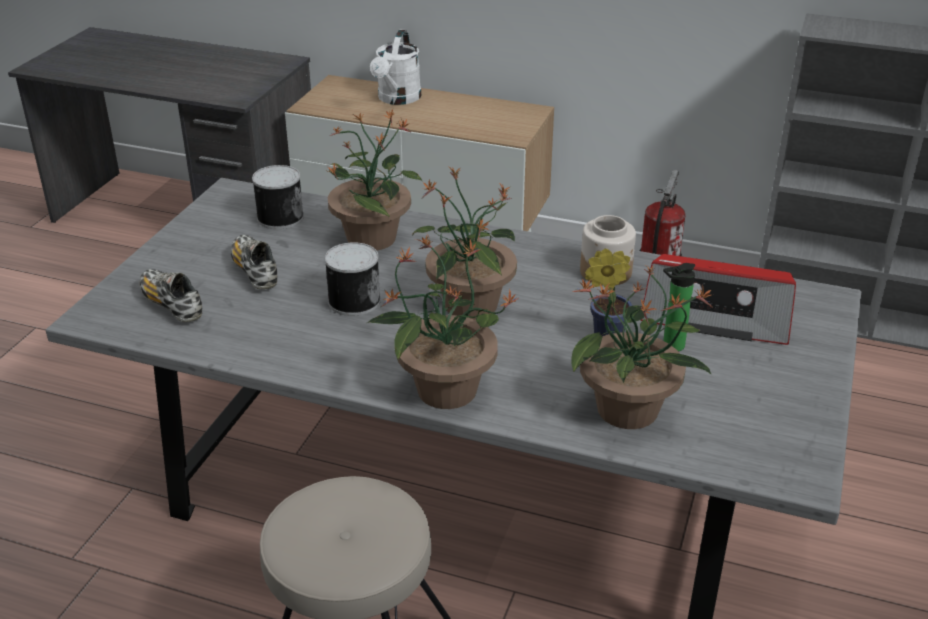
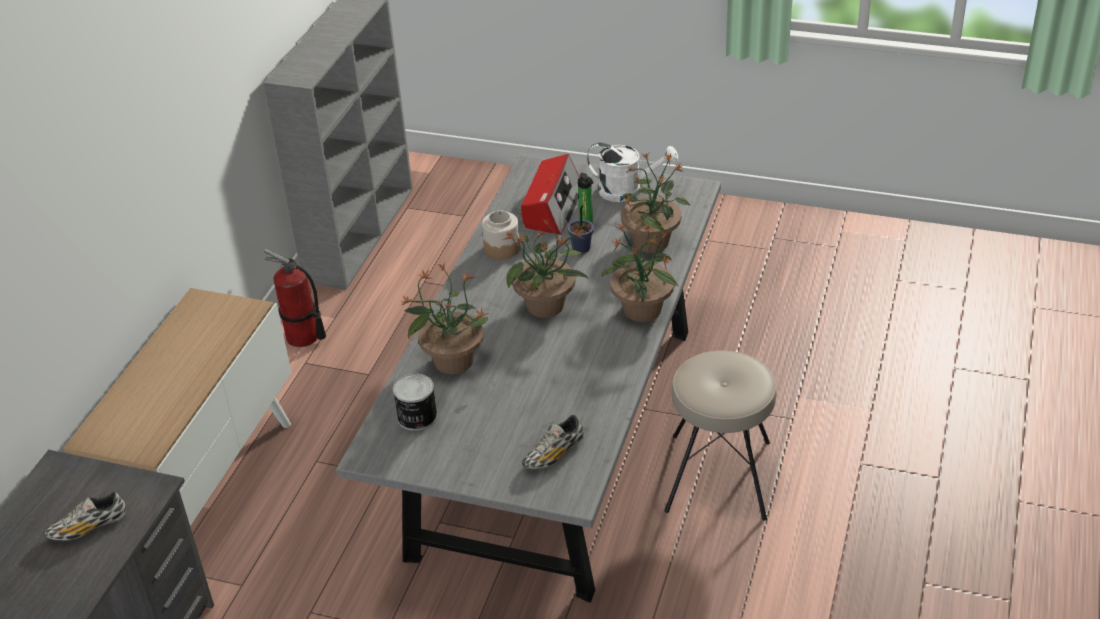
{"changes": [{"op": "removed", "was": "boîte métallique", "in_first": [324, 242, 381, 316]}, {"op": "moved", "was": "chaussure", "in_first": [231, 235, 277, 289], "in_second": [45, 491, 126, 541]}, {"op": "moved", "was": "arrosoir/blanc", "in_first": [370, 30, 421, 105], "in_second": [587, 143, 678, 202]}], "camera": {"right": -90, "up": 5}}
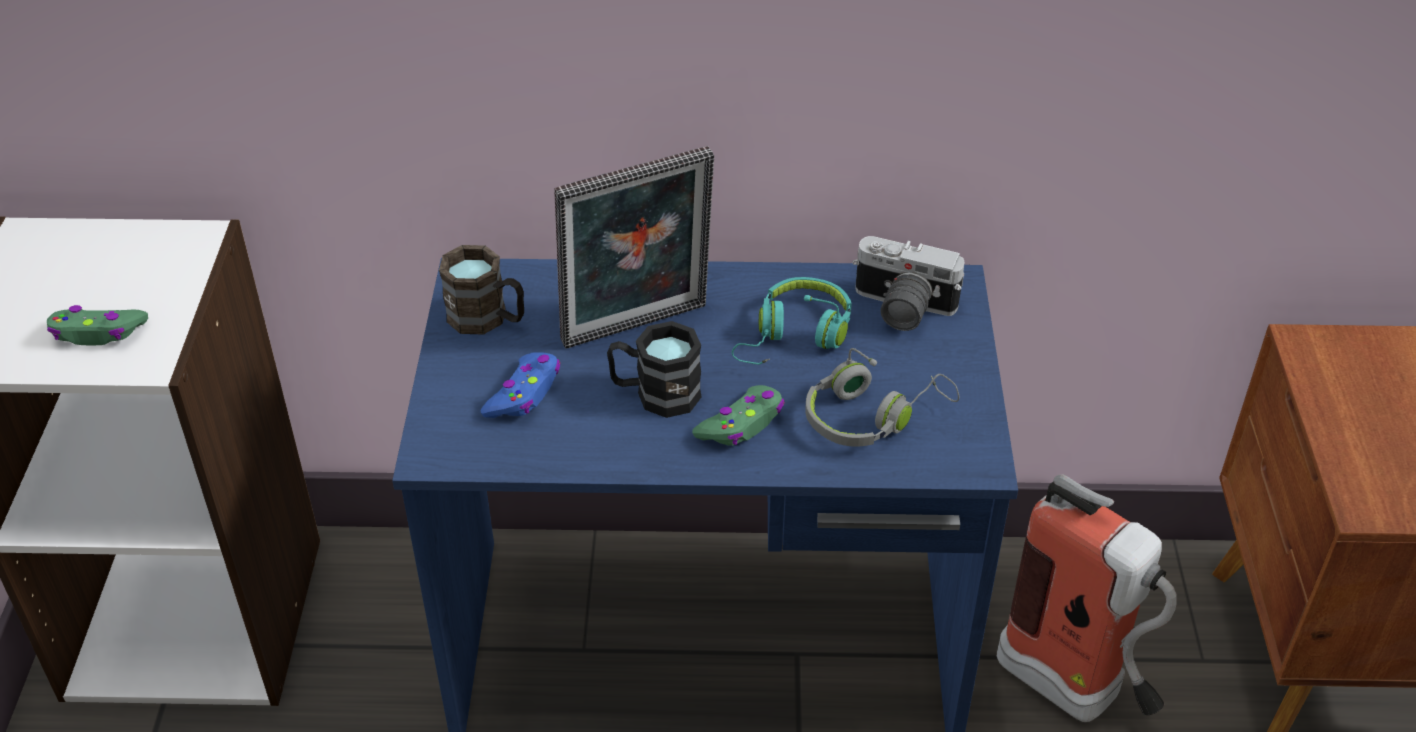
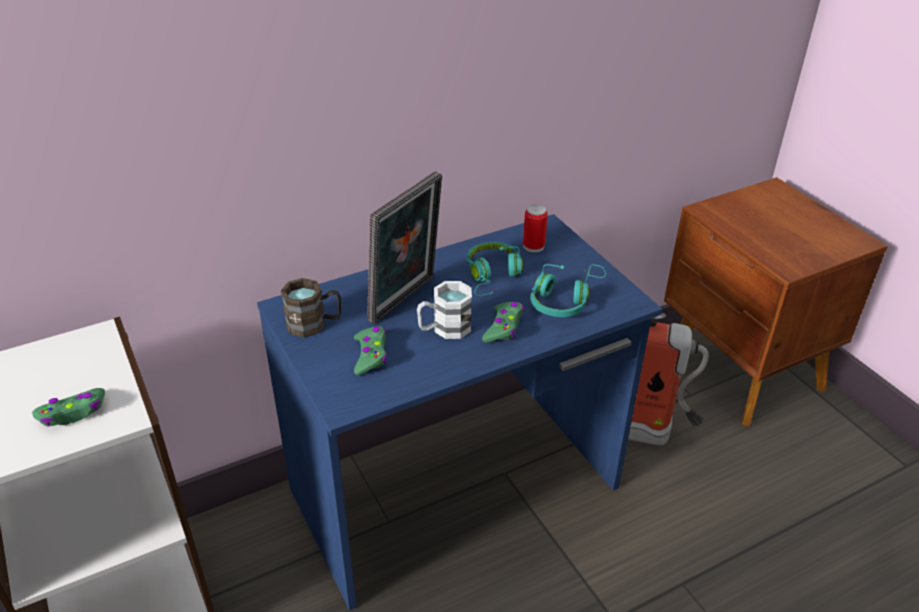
{"changes": [{"op": "replaced", "was": "appareil photo", "now": "boîte métallique", "in_first": [853, 236, 965, 331], "in_second": [523, 204, 548, 252]}, {"op": "recoloured", "was": "manette/bleu", "now": "manette/vert", "in_first": [481, 352, 560, 418], "in_second": [354, 326, 387, 375]}, {"op": "recoloured", "was": "mug/noir", "now": "mug/blanc", "in_first": [607, 321, 702, 418], "in_second": [417, 281, 472, 339]}, {"op": "recoloured", "was": "casque audio/gris", "now": "casque audio/turquoise", "in_first": [805, 348, 959, 447], "in_second": [530, 264, 606, 317]}], "camera": {"right": -30, "up": -5}}
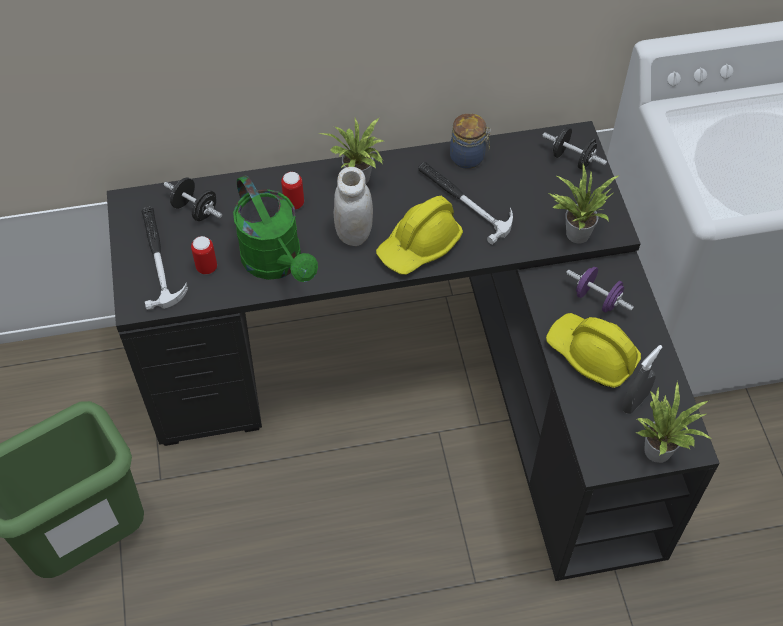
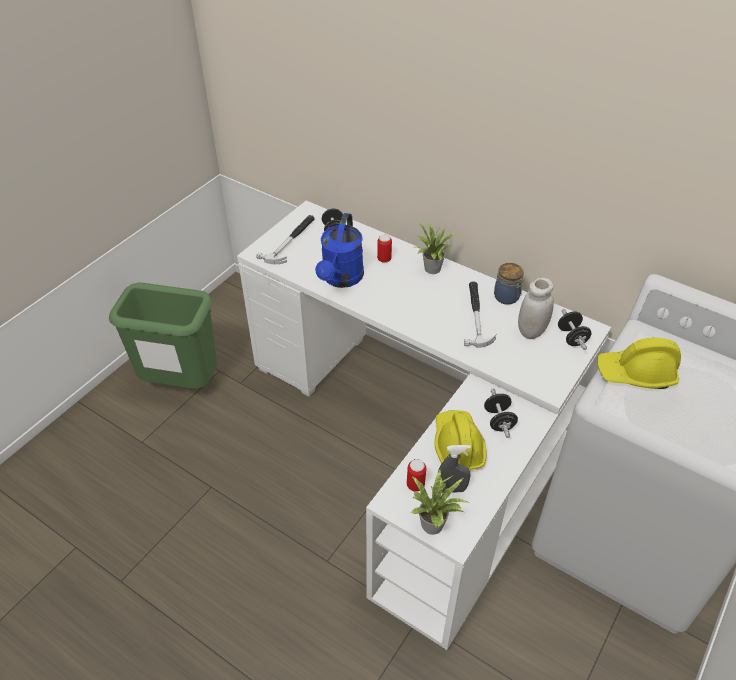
{"changes": [{"op": "removed", "was": "plante en pot", "in_first": [549, 164, 619, 243]}, {"op": "moved", "was": "boîte métallique", "in_first": [191, 236, 217, 274], "in_second": [407, 459, 426, 492]}, {"op": "moved", "was": "bocal/blanc", "in_first": [334, 167, 373, 246], "in_second": [518, 278, 554, 339]}, {"op": "moved", "was": "casque de chantier/jaune", "in_first": [376, 196, 463, 275], "in_second": [598, 337, 681, 389]}, {"op": "recoloured", "was": "bureau/noir", "now": "bureau/blanc", "in_first": [107, 121, 720, 581], "in_second": [237, 201, 611, 650]}, {"op": "recoloured", "was": "arrosoir/vert", "now": "arrosoir/bleu", "in_first": [233, 175, 318, 282], "in_second": [315, 213, 364, 288]}, {"op": "recoloured", "was": "haltère/violet", "now": "haltère/noir", "in_first": [566, 267, 634, 312], "in_second": [484, 388, 518, 438]}], "camera": {"right": 45, "up": -10}}
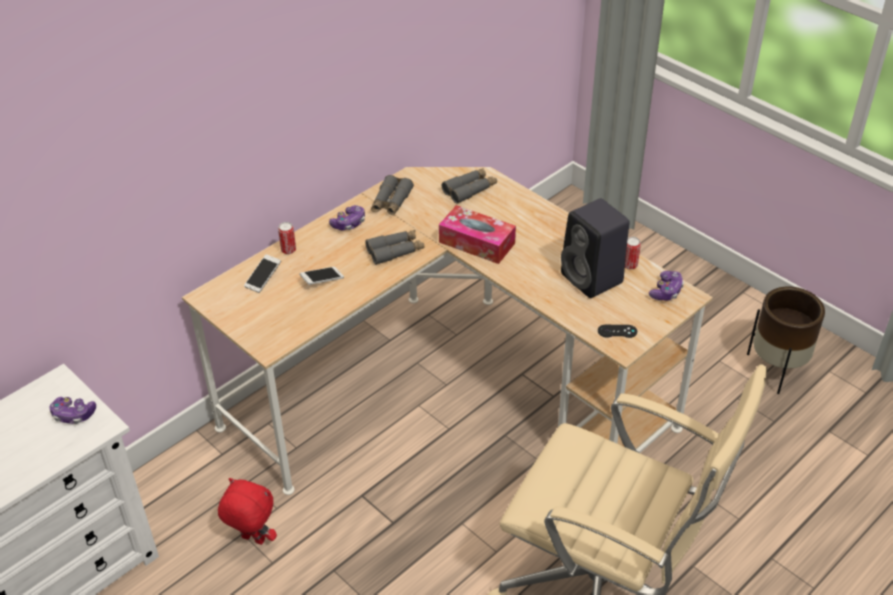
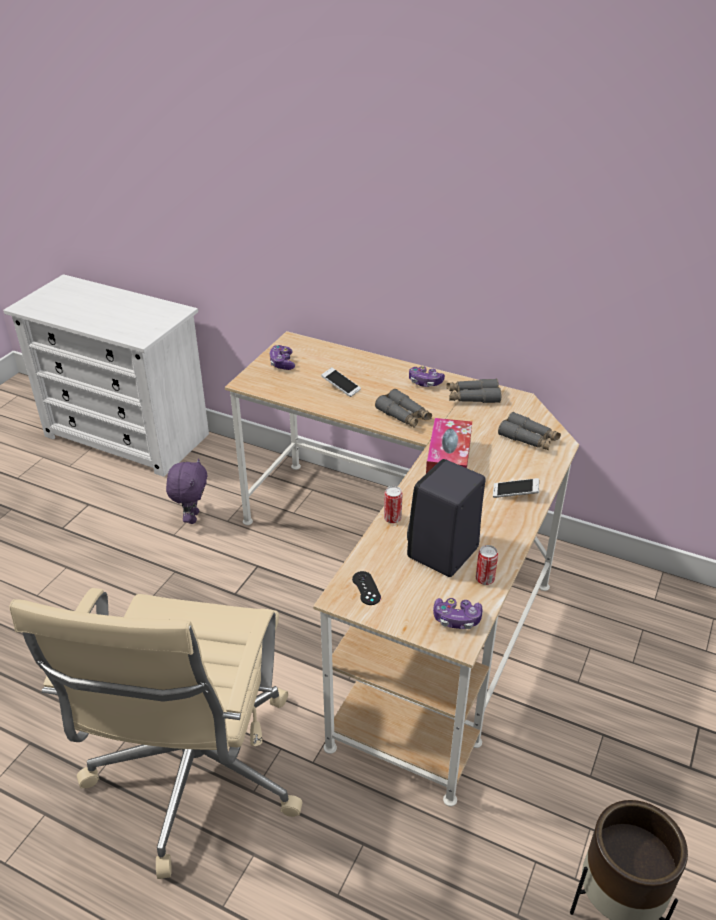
{"changes": [{"op": "moved", "was": "manette", "in_first": [49, 397, 96, 424], "in_second": [269, 345, 295, 370]}, {"op": "moved", "was": "téléphone", "in_first": [244, 254, 281, 293], "in_second": [493, 478, 539, 498]}, {"op": "moved", "was": "boîte métallique", "in_first": [278, 222, 296, 254], "in_second": [384, 486, 403, 524]}, {"op": "recoloured", "was": "peluche/rouge", "now": "peluche/violet", "in_first": [218, 478, 277, 545], "in_second": [166, 458, 208, 524]}], "camera": {"right": 70, "up": -5}}
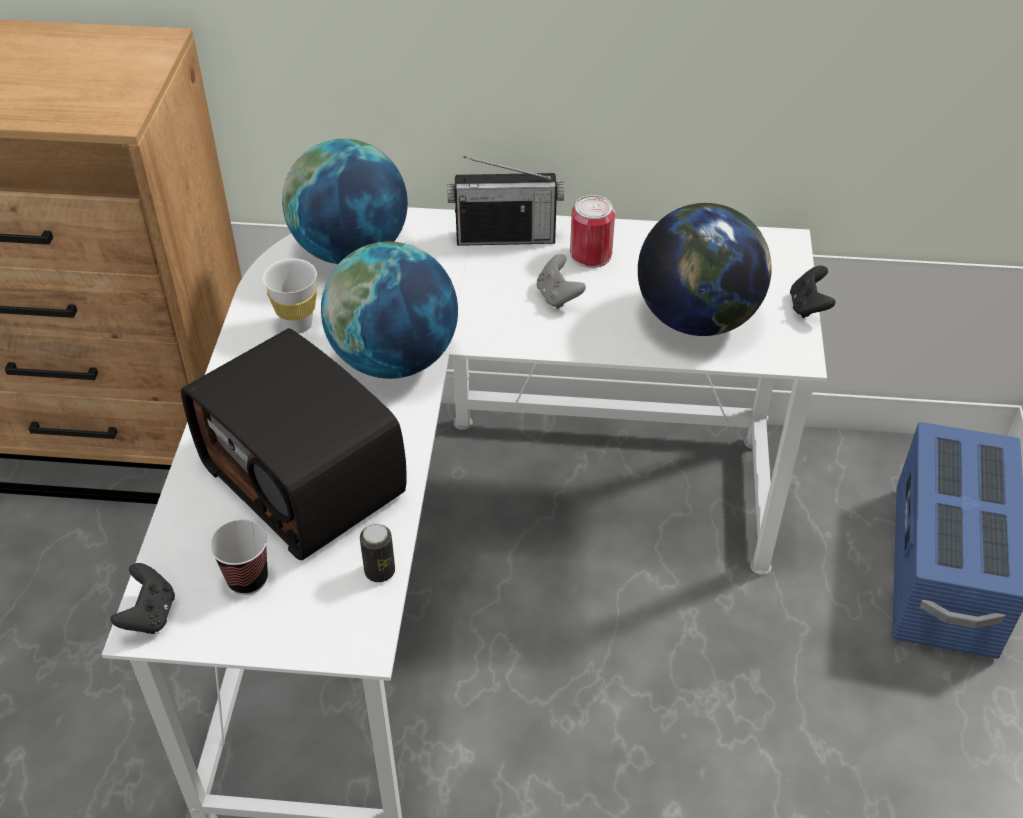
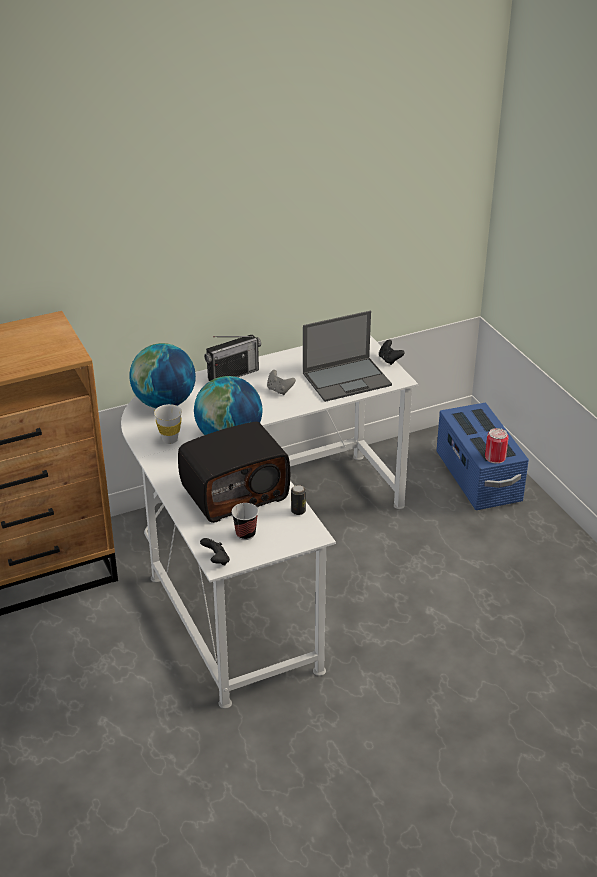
{"changes": [{"op": "moved", "was": "boîte métallique", "in_first": [570, 195, 615, 268], "in_second": [485, 428, 509, 464]}, {"op": "replaced", "was": "globe", "now": "ordinateur portable", "in_first": [638, 203, 772, 336], "in_second": [303, 311, 392, 402]}, {"op": "turned", "was": "radio", "in_first": [181, 328, 407, 560], "in_second": [178, 422, 290, 523], "clockwise": -45}], "camera": {"right": -30, "up": -10}}
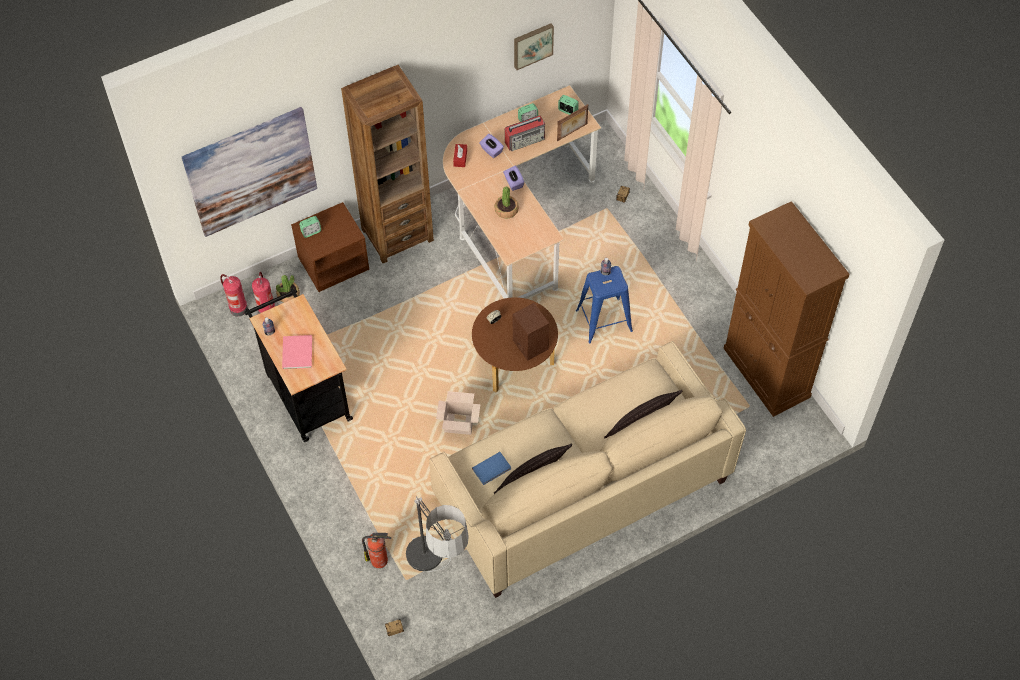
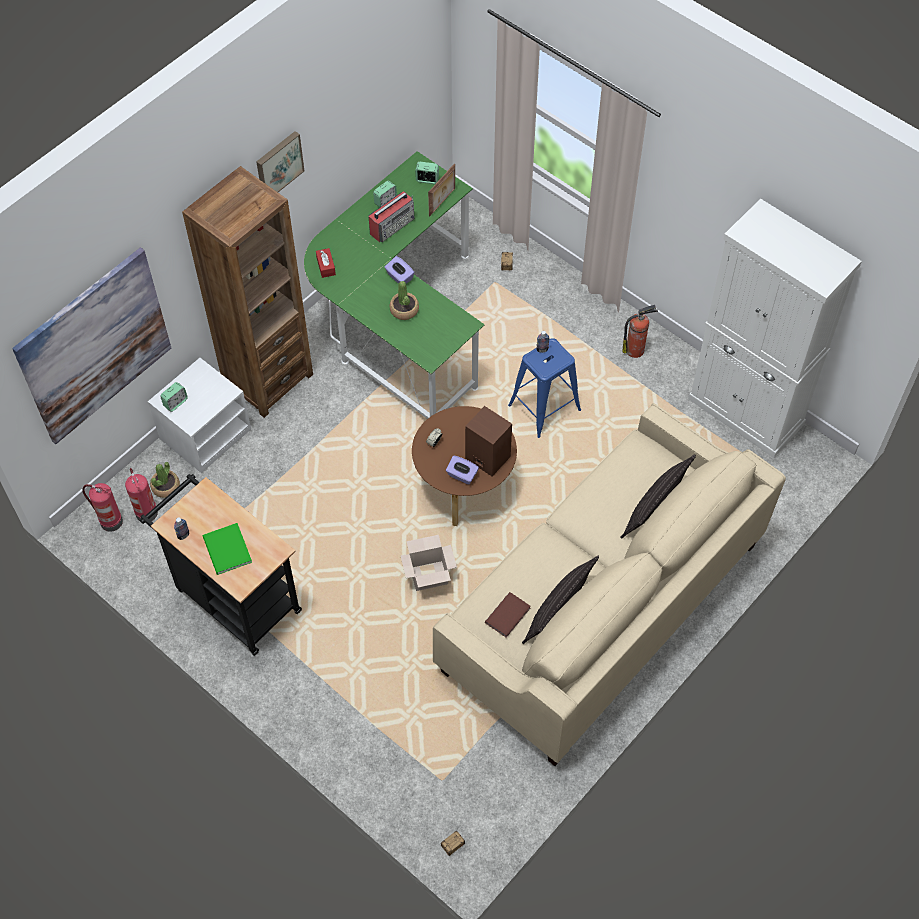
{"changes": [{"op": "removed", "was": "lampadaire", "in_first": [406, 496, 469, 572]}, {"op": "moved", "was": "extincteur", "in_first": [362, 533, 391, 568], "in_second": [622, 305, 658, 358]}, {"op": "moved", "was": "boîte à mouchoirs/violet", "in_first": [479, 134, 504, 158], "in_second": [446, 456, 479, 485]}, {"op": "moved", "was": "tableau", "in_first": [514, 23, 554, 70], "in_second": [256, 131, 304, 192]}, {"op": "recoloured", "was": "livre/rose", "now": "livre/vert", "in_first": [282, 335, 312, 369], "in_second": [203, 523, 252, 575]}, {"op": "recoloured", "was": "table de chevet/marron", "now": "table de chevet/blanc", "in_first": [291, 202, 369, 292], "in_second": [148, 358, 251, 473]}, {"op": "recoloured", "was": "bureau/beige", "now": "bureau/vert", "in_first": [443, 85, 601, 299], "in_second": [304, 151, 485, 419]}, {"op": "recoloured", "was": "livre/bleu", "now": "livre/marron", "in_first": [472, 452, 511, 485], "in_second": [485, 592, 531, 638]}, {"op": "recoloured", "was": "meuble de rangement/marron", "now": "meuble de rangement/blanc", "in_first": [724, 201, 849, 417], "in_second": [688, 199, 862, 458]}], "camera": {"right": -20, "up": 0}}
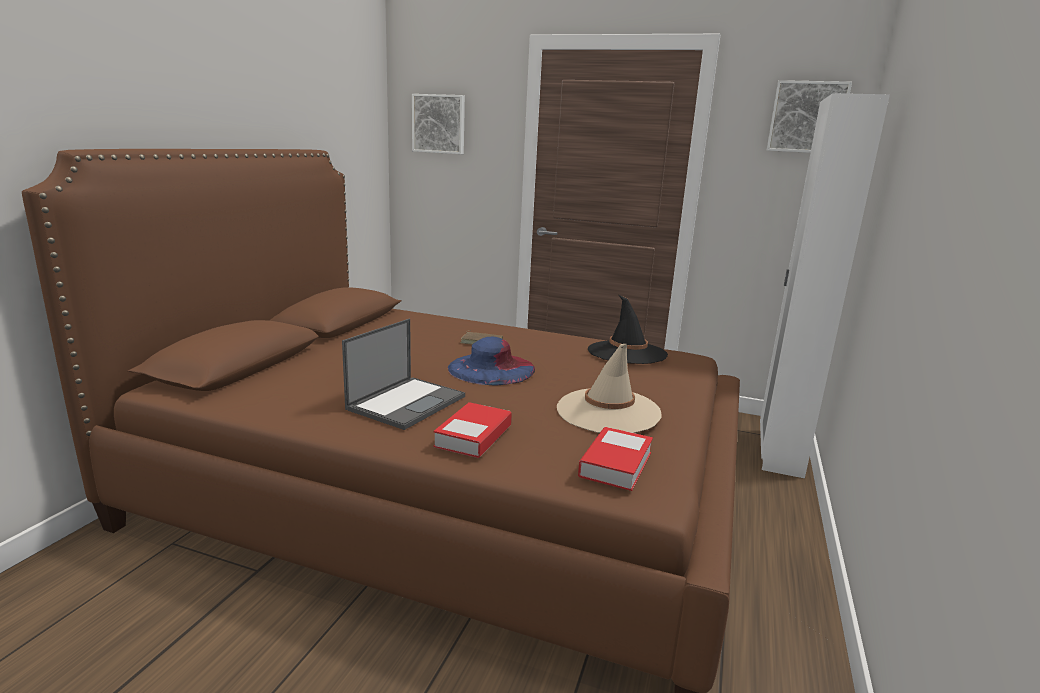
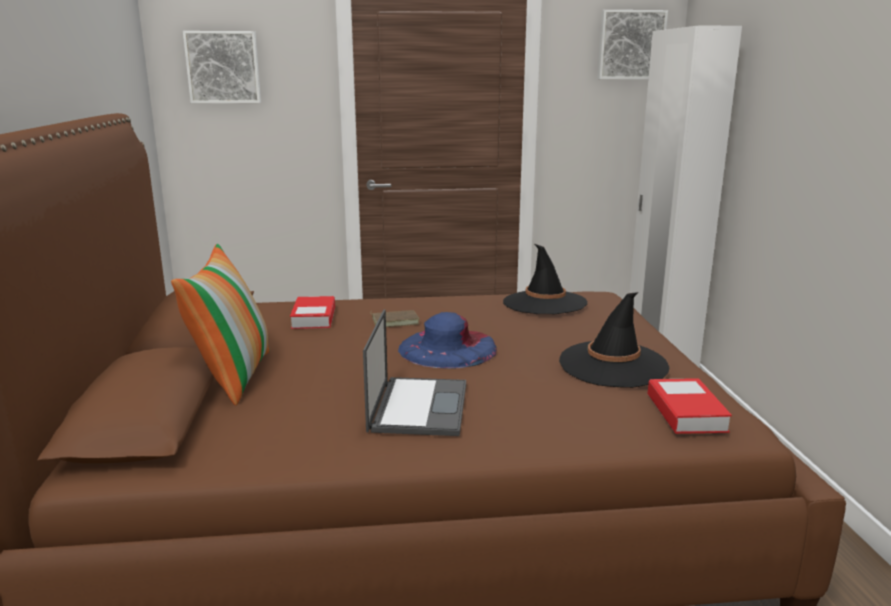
{"changes": [{"op": "added", "now": "coussin", "in_second": [171, 244, 270, 406]}, {"op": "moved", "was": "livre", "in_first": [434, 402, 512, 458], "in_second": [290, 296, 335, 329]}, {"op": "recoloured", "was": "chapeau/beige", "now": "chapeau/noir", "in_first": [557, 344, 662, 433], "in_second": [559, 292, 669, 388]}], "camera": {"right": -25, "up": 0}}
